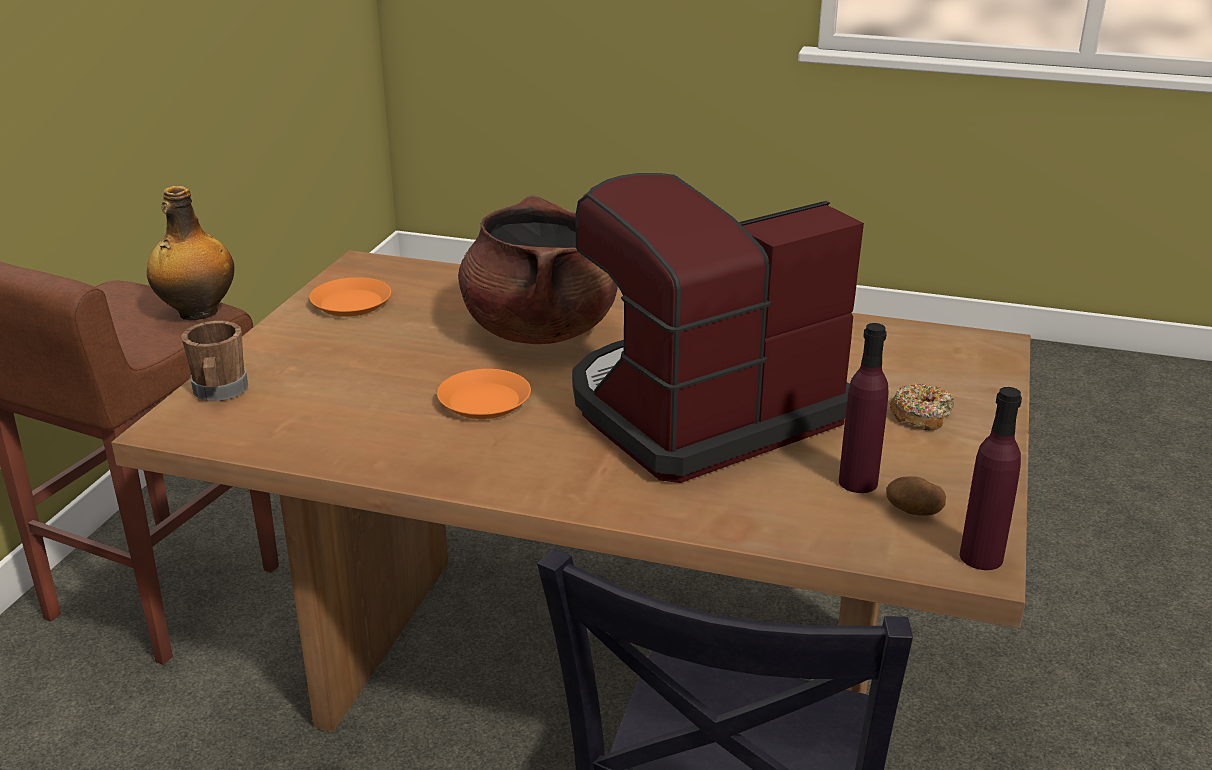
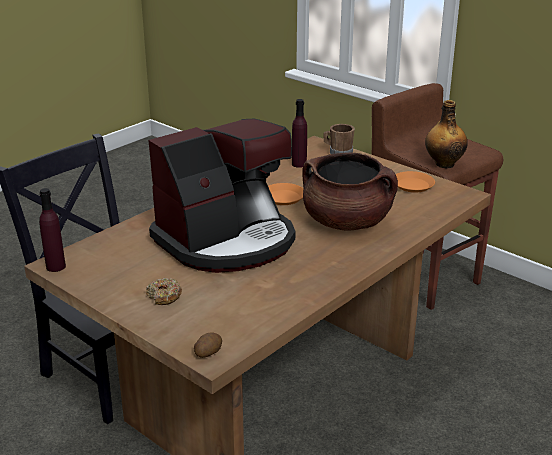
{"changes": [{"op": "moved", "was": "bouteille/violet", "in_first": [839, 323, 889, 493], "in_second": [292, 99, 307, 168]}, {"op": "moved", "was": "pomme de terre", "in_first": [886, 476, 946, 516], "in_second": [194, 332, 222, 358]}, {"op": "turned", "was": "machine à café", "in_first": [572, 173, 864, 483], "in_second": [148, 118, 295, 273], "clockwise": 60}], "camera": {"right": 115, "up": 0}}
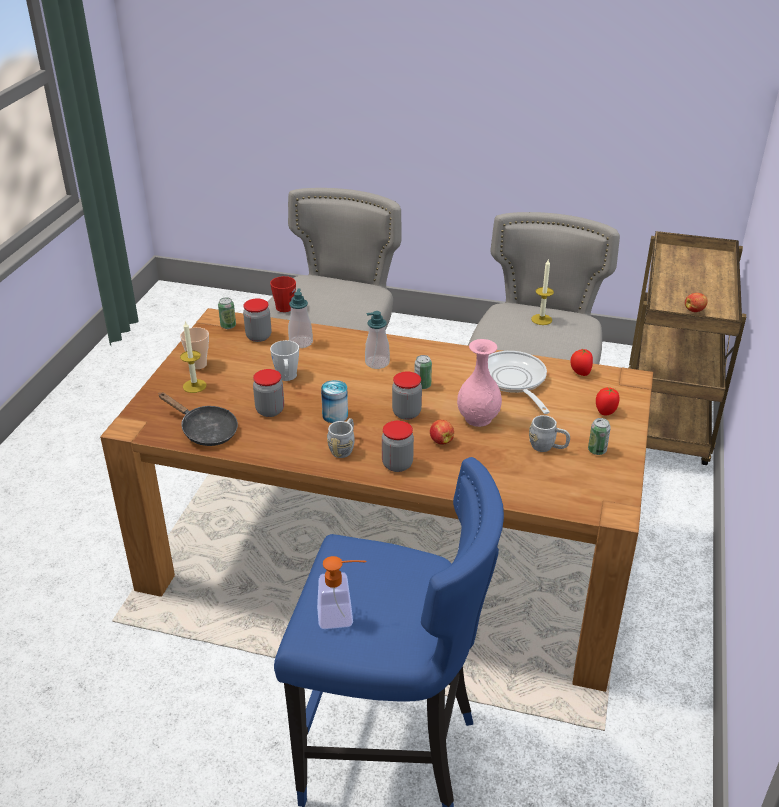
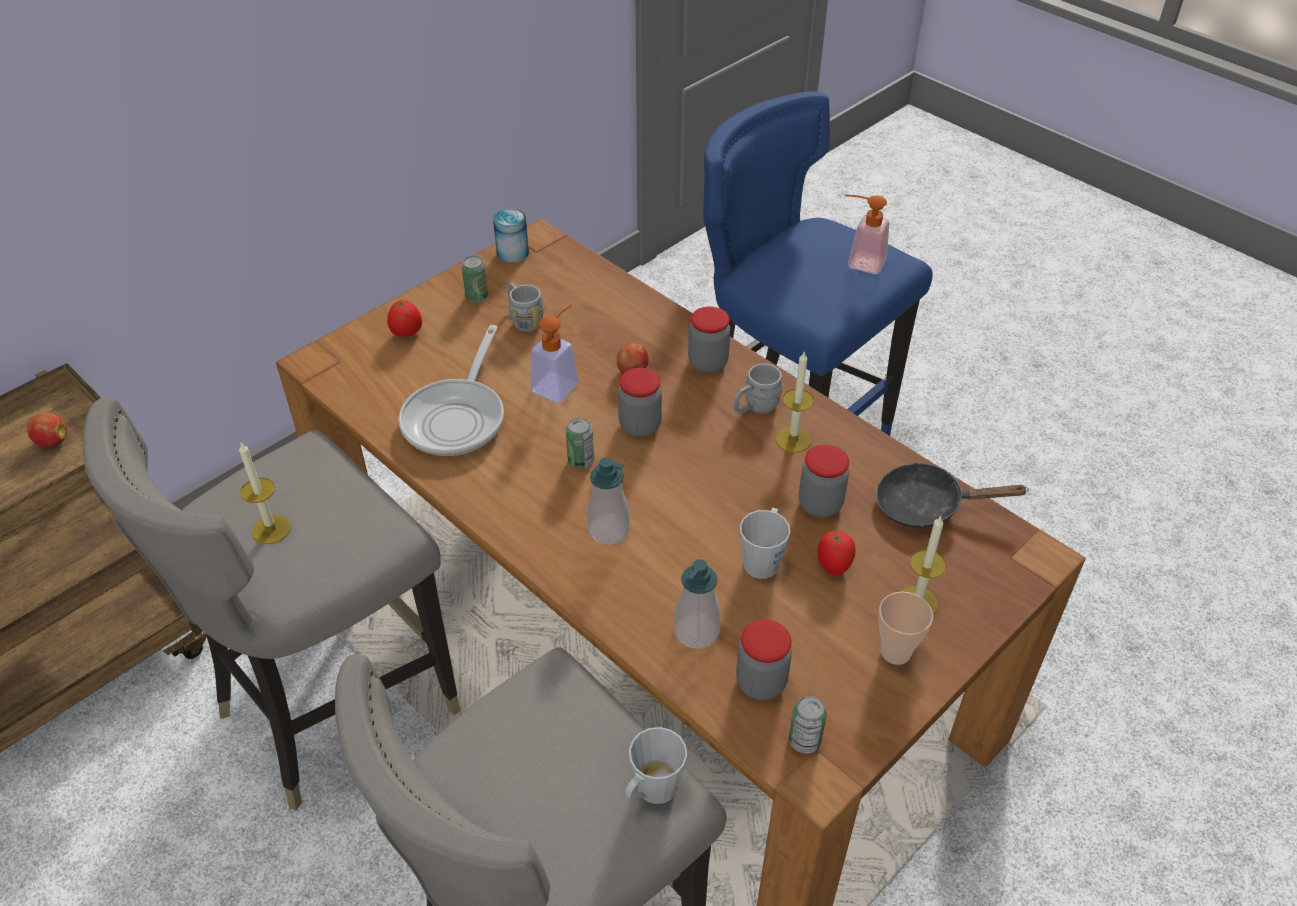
{"changes": [{"op": "added", "now": "bougie", "in_second": [775, 352, 814, 453]}, {"op": "moved", "was": "boîte métallique", "in_first": [321, 380, 348, 423], "in_second": [493, 208, 529, 263]}, {"op": "moved", "was": "tomate", "in_first": [571, 349, 593, 376], "in_second": [817, 531, 856, 576]}, {"op": "replaced", "was": "vase/rose", "now": "distributeur de savon", "in_first": [457, 339, 502, 427], "in_second": [530, 304, 579, 403]}, {"op": "recoloured", "was": "mug/rouge", "now": "mug/gris", "in_first": [270, 276, 296, 312], "in_second": [625, 727, 687, 804]}, {"op": "turned", "was": "poêle/noir", "in_first": [158, 393, 238, 446], "in_second": [876, 462, 1029, 529], "clockwise": -60}], "camera": {"right": -150, "up": 10}}
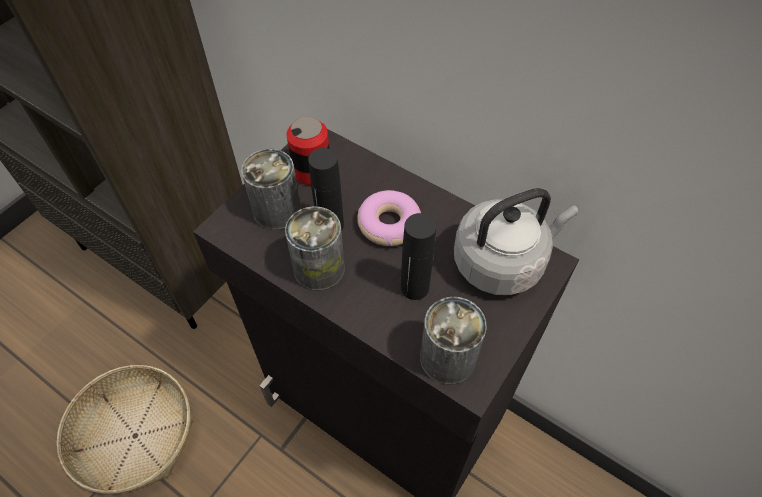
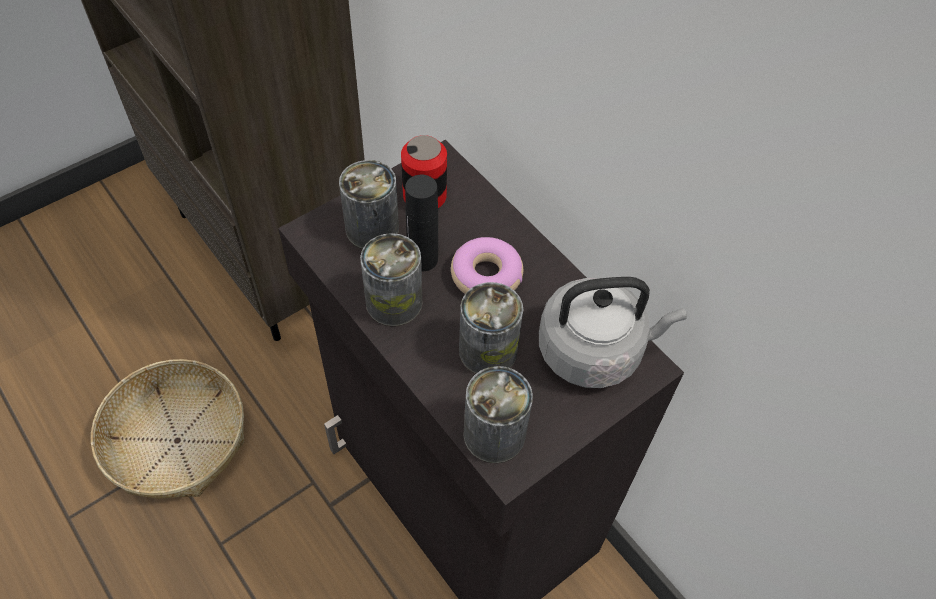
{"changes": [{"op": "replaced", "was": "bouteille/noir", "now": "boîte métallique", "in_first": [401, 213, 436, 300], "in_second": [459, 282, 523, 374]}], "camera": {"right": 15, "up": 0}}
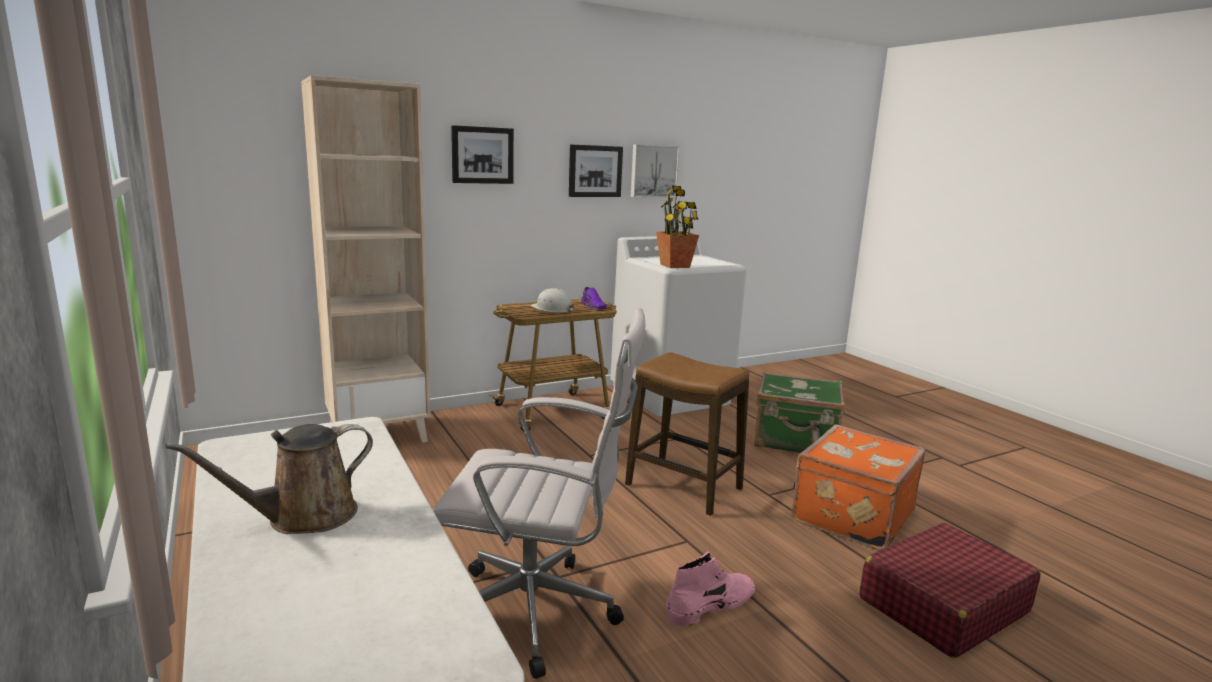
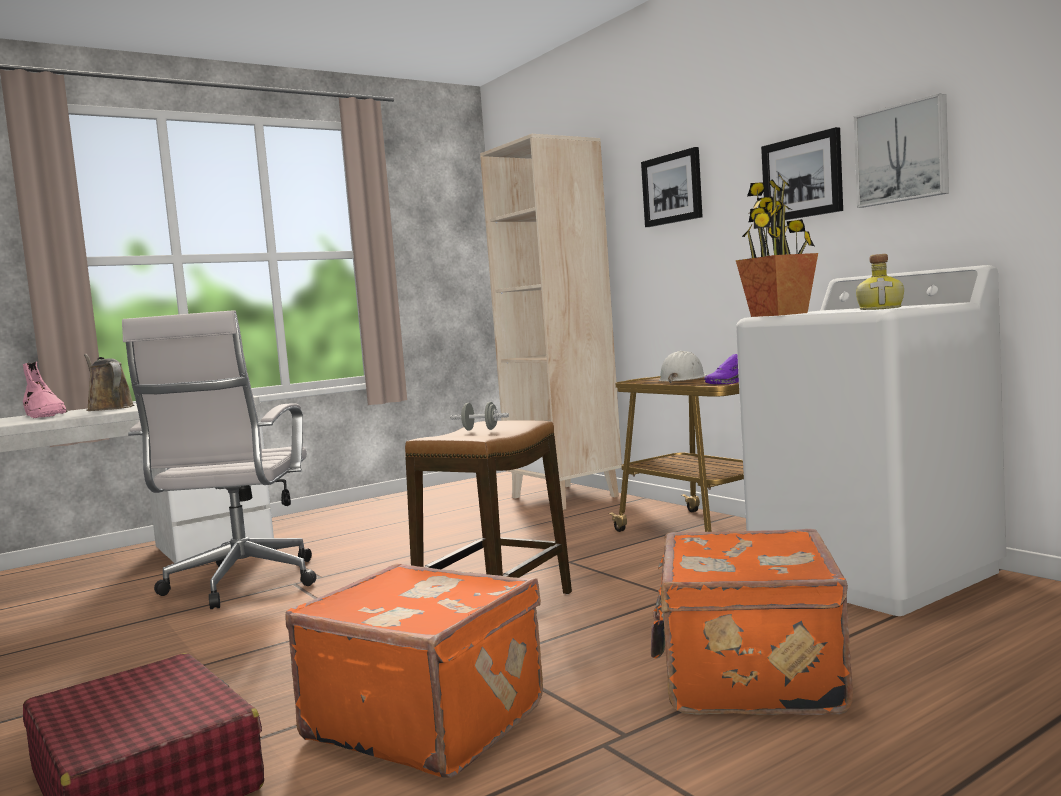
{"changes": [{"op": "added", "now": "haltère/gris", "in_second": [450, 402, 509, 431]}, {"op": "added", "now": "bouteille", "in_second": [856, 254, 904, 310]}, {"op": "moved", "was": "botte/rose", "in_first": [666, 551, 755, 627], "in_second": [23, 361, 68, 418]}, {"op": "recoloured", "was": "valise/vert", "now": "valise/orange", "in_first": [754, 371, 845, 453], "in_second": [651, 529, 853, 715]}], "camera": {"right": 85, "up": -10}}
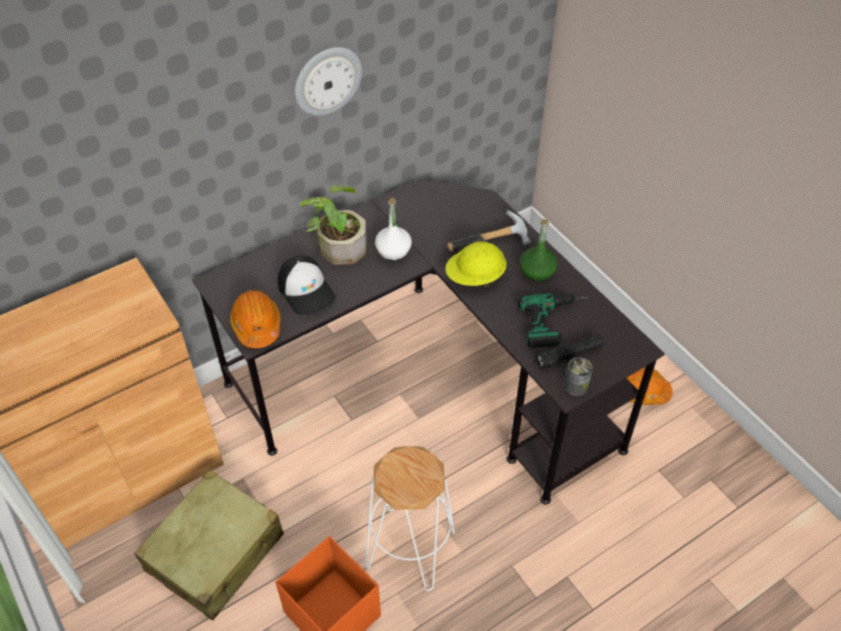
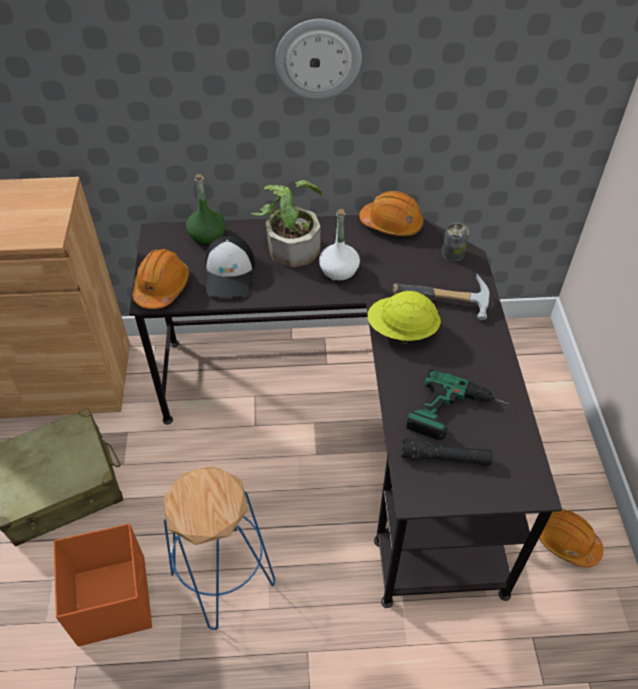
{"changes": [{"op": "added", "now": "casque de chantier/orange", "in_second": [359, 191, 424, 236]}, {"op": "moved", "was": "bouteille/vert", "in_first": [520, 219, 558, 282], "in_second": [186, 174, 226, 245]}, {"op": "moved", "was": "boîte métallique", "in_first": [564, 357, 593, 396], "in_second": [442, 223, 469, 262]}, {"op": "recoloured", "was": "tabouret/blanc", "now": "tabouret/bleu", "in_first": [365, 446, 455, 591], "in_second": [163, 466, 275, 630]}], "camera": {"right": 30, "up": 0}}
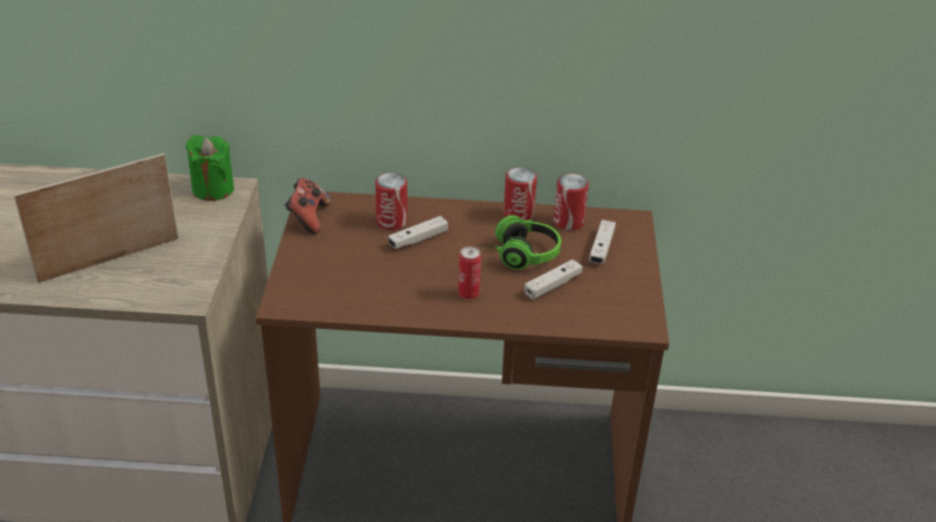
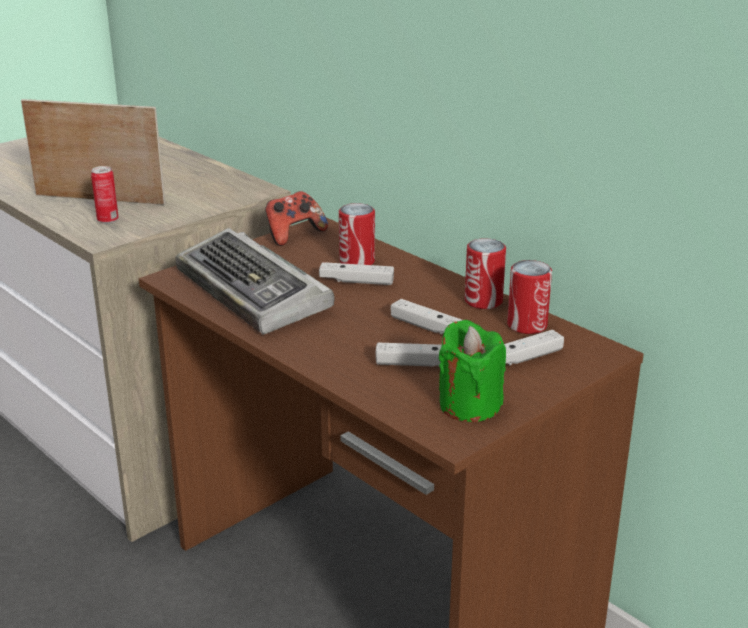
{"changes": [{"op": "added", "now": "clavier", "in_second": [176, 228, 335, 335]}, {"op": "moved", "was": "bougie/vert", "in_first": [185, 135, 234, 201], "in_second": [439, 320, 506, 422]}, {"op": "moved", "was": "boîte métallique", "in_first": [458, 246, 481, 300], "in_second": [91, 166, 118, 224]}, {"op": "replaced", "was": "casque audio", "now": "manette/blanc", "in_first": [476, 215, 561, 270], "in_second": [391, 299, 462, 334]}], "camera": {"right": 45, "up": -10}}
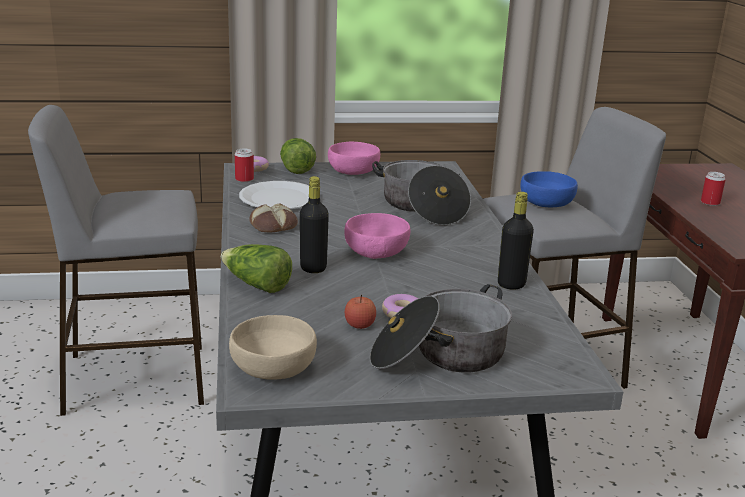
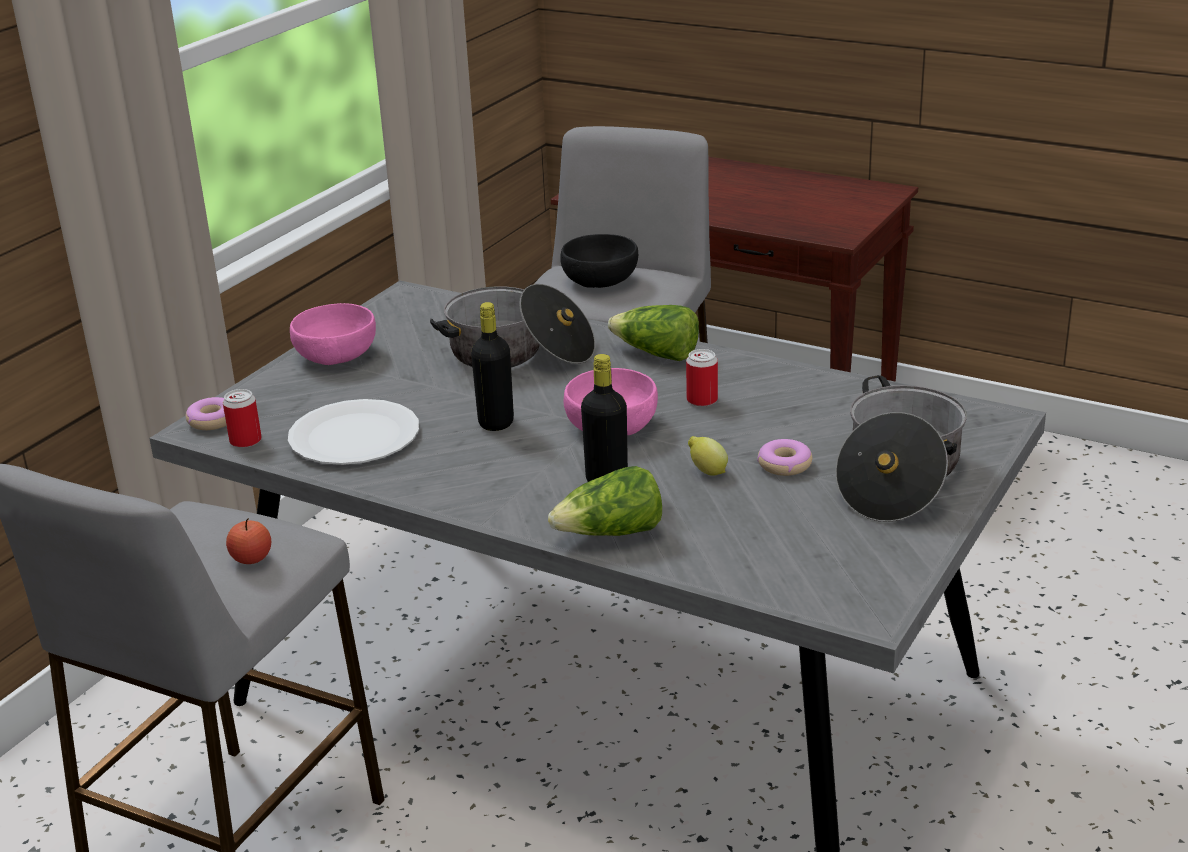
{"changes": [{"op": "removed", "was": "bol/beige", "in_first": [229, 315, 317, 380]}, {"op": "removed", "was": "pain", "in_first": [249, 204, 298, 233]}, {"op": "added", "now": "citron", "in_second": [688, 436, 728, 476]}, {"op": "moved", "was": "laitue", "in_first": [280, 138, 316, 174], "in_second": [608, 305, 699, 361]}, {"op": "moved", "was": "pomme", "in_first": [345, 295, 376, 329], "in_second": [226, 518, 271, 564]}, {"op": "moved", "was": "bouteille/noir", "in_first": [498, 192, 534, 290], "in_second": [471, 302, 514, 431]}, {"op": "moved", "was": "boîte métallique", "in_first": [701, 172, 726, 206], "in_second": [686, 349, 718, 406]}, {"op": "recoloured", "was": "bol/bleu", "now": "bol/noir", "in_first": [520, 171, 578, 207], "in_second": [560, 234, 638, 288]}], "camera": {"right": -50, "up": 5}}
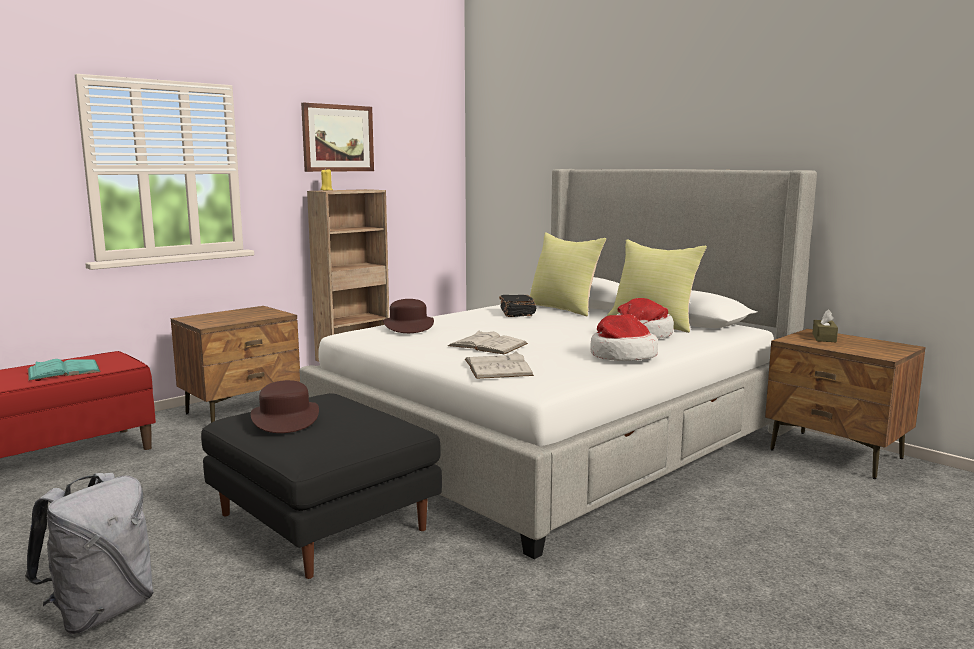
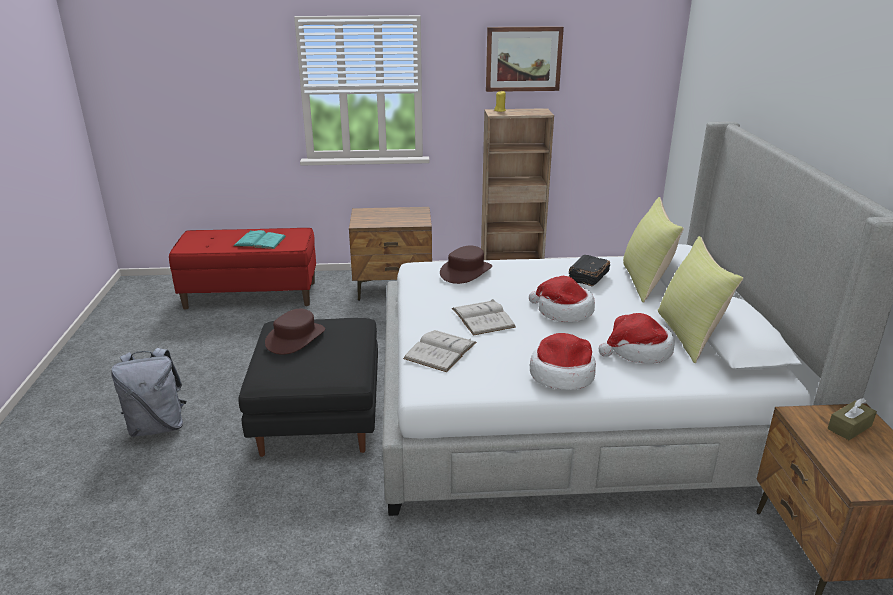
{"changes": [{"op": "added", "now": "chapeau", "in_second": [529, 276, 595, 322]}], "camera": {"right": 40, "up": 15}}
